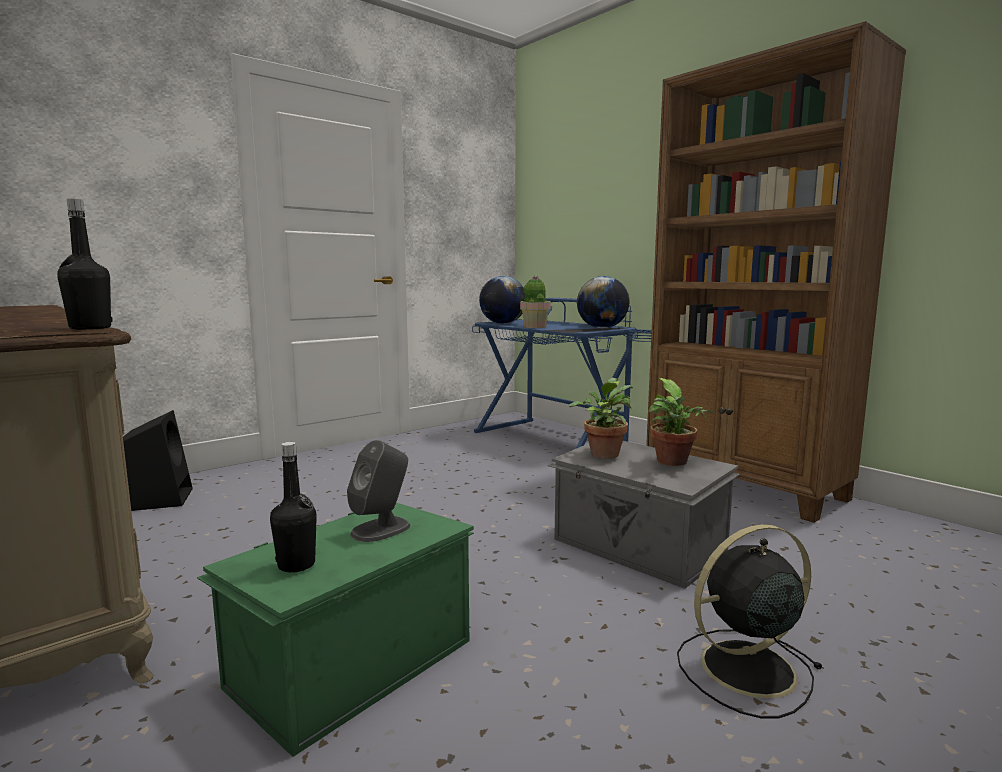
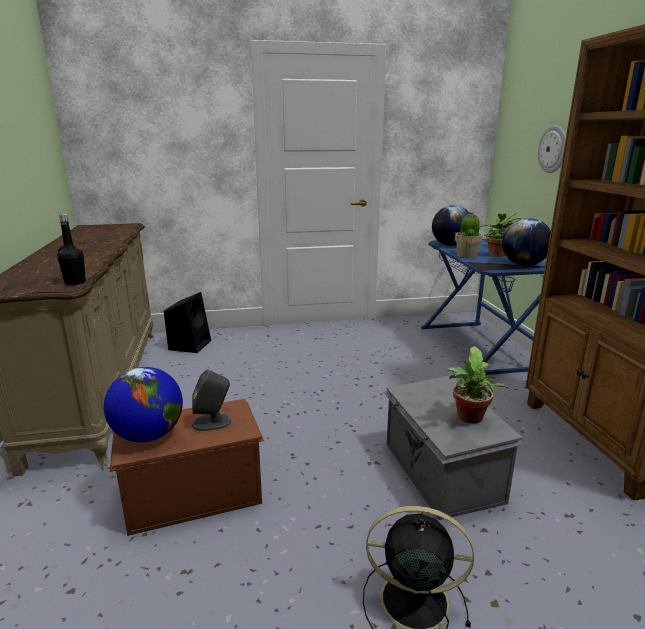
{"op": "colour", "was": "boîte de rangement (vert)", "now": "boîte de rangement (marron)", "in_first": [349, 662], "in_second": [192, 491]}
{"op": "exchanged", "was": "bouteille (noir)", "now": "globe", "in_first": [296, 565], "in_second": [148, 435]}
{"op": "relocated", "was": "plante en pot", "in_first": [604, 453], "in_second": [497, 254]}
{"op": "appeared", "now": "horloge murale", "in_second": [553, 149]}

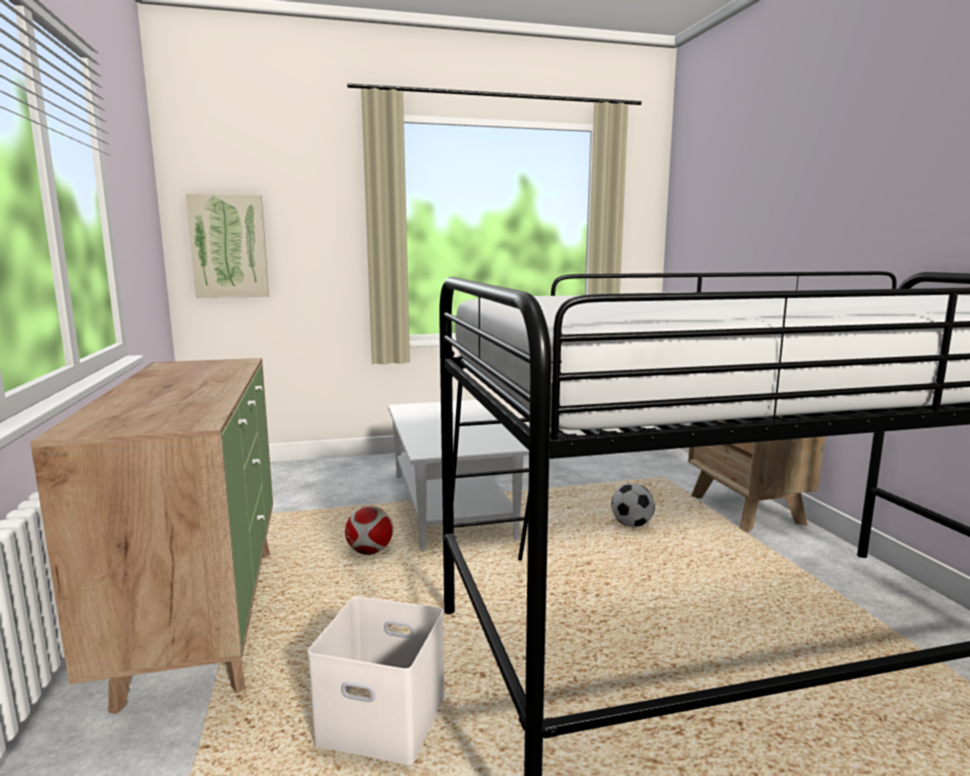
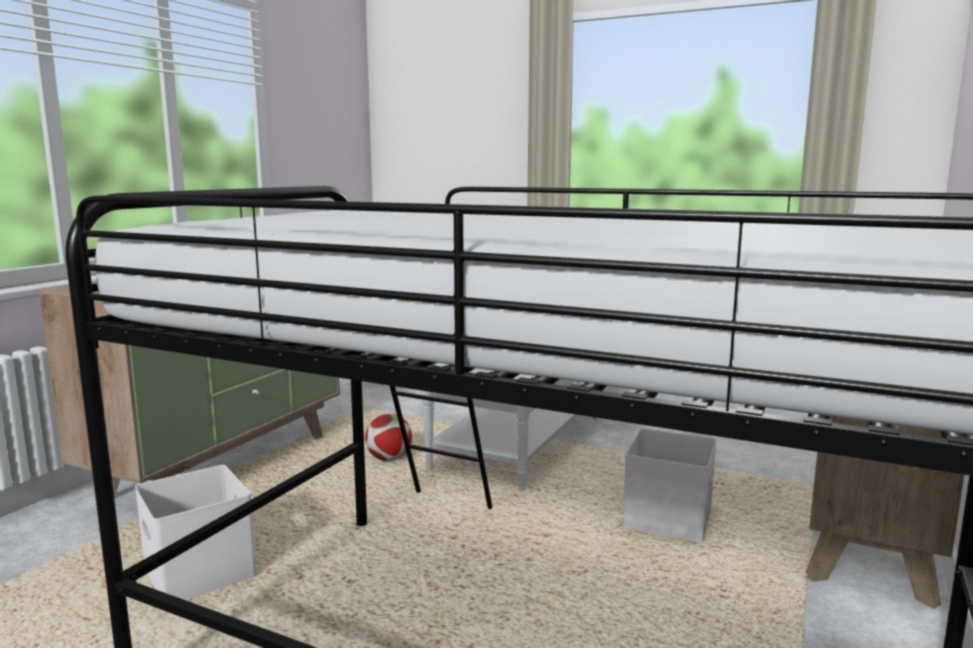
{"op": "missing", "was": "tableau", "in_first": [229, 246]}
{"op": "exchanged", "was": "ballon de foot", "now": "boîte de rangement (blanc)", "in_first": [632, 525], "in_second": [669, 520]}

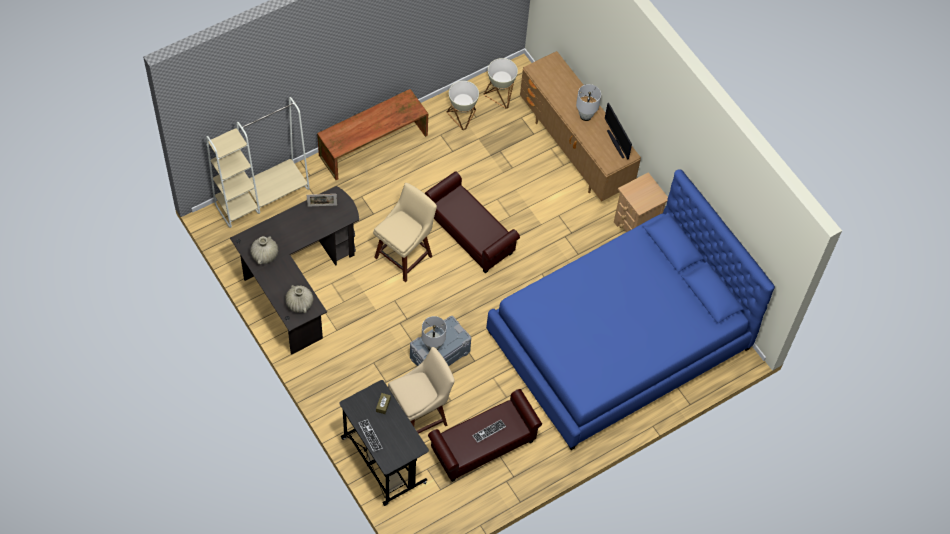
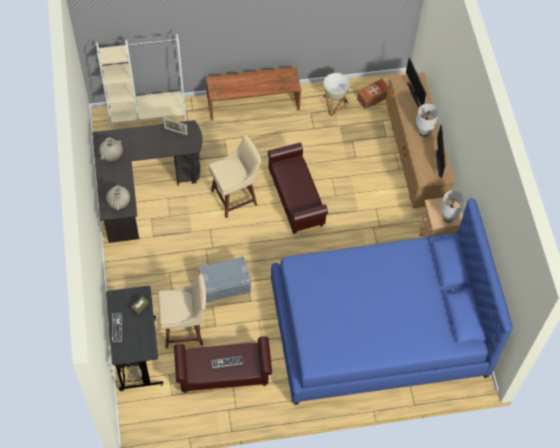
{"op": "relocated", "was": "lampe de table (blanc)", "in_first": [433, 345], "in_second": [448, 217]}
{"op": "exchanged", "was": "cache-pot", "now": "boîte de rangement (marron)", "in_first": [500, 96], "in_second": [373, 98]}
{"op": "appeared", "now": "écran d'ordinateur", "in_second": [414, 94]}

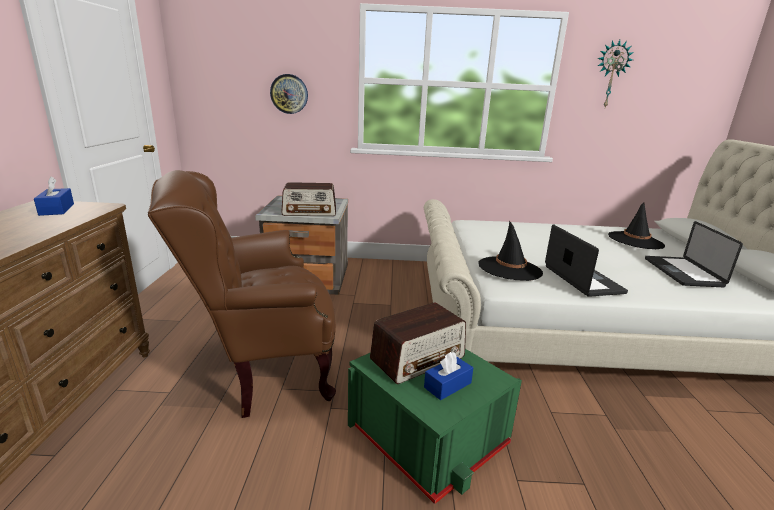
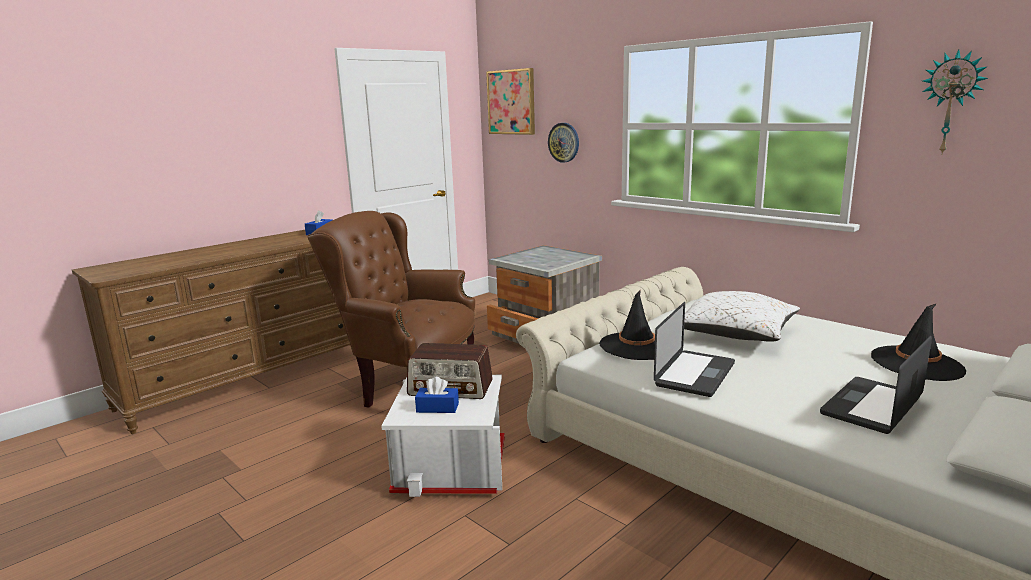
{"op": "missing", "was": "radio", "in_first": [310, 212]}
{"op": "colour", "was": "boîte de rangement (vert)", "now": "boîte de rangement (blanc)", "in_first": [428, 435], "in_second": [452, 464]}
{"op": "appeared", "now": "tableau", "in_second": [511, 102]}
{"op": "appeared", "now": "coussin (blanc)", "in_second": [738, 334]}

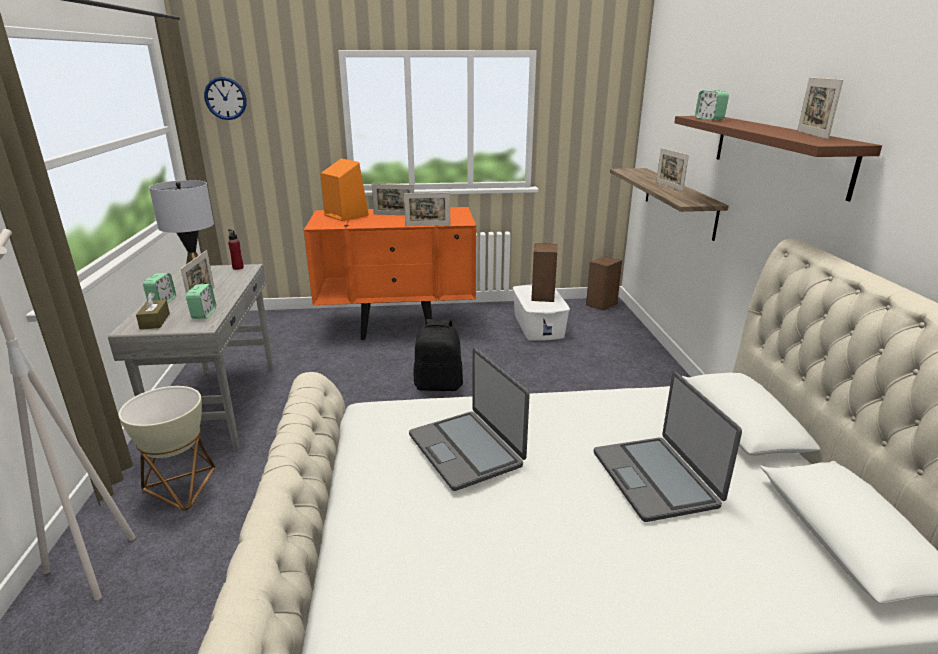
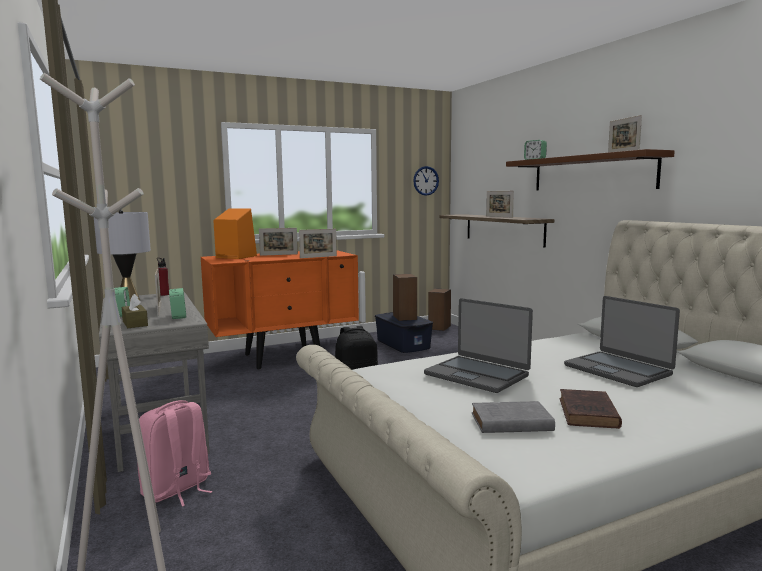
{"op": "exchanged", "was": "cache-pot", "now": "sac à dos (rose)", "in_first": [181, 490], "in_second": [176, 489]}
{"op": "relocated", "was": "horloge murale", "in_first": [225, 98], "in_second": [426, 180]}
{"op": "colour", "was": "boîte de rangement (blanc)", "now": "boîte de rangement (bleu)", "in_first": [539, 326], "in_second": [403, 344]}
{"op": "appeared", "now": "livre (gris)", "in_second": [509, 422]}
{"op": "appeared", "now": "livre (marron)", "in_second": [588, 414]}

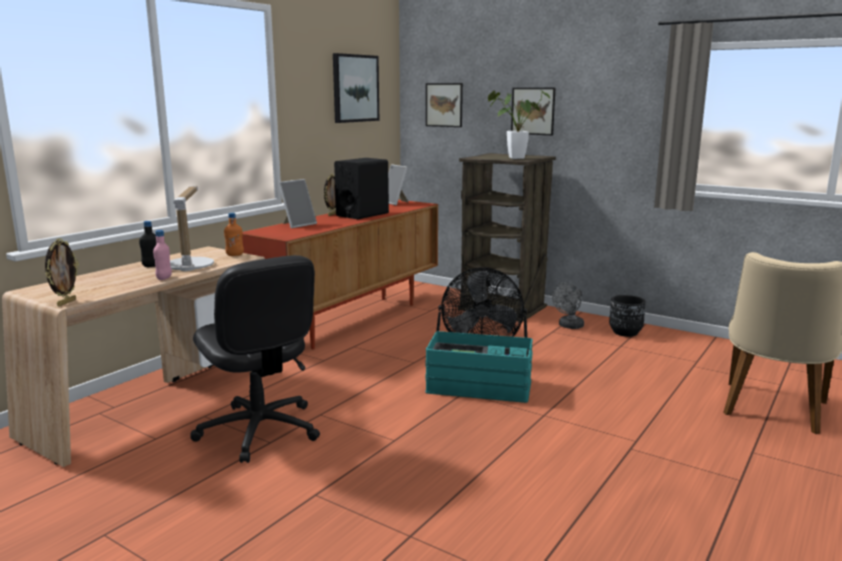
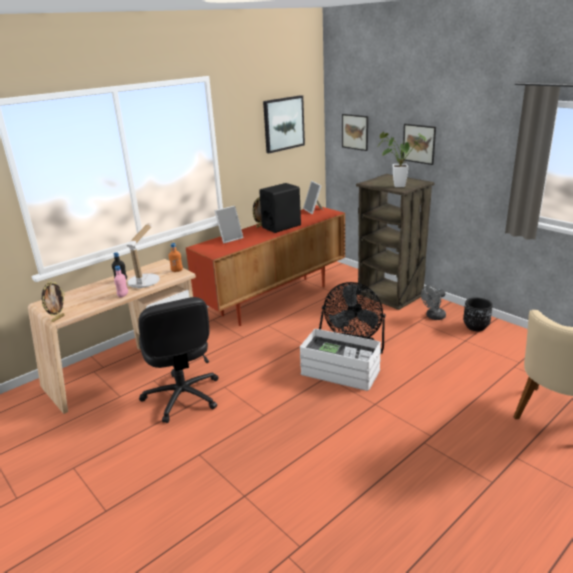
{"op": "colour", "was": "boîte de rangement (turquoise)", "now": "boîte de rangement (blanc)", "in_first": [479, 385], "in_second": [340, 371]}

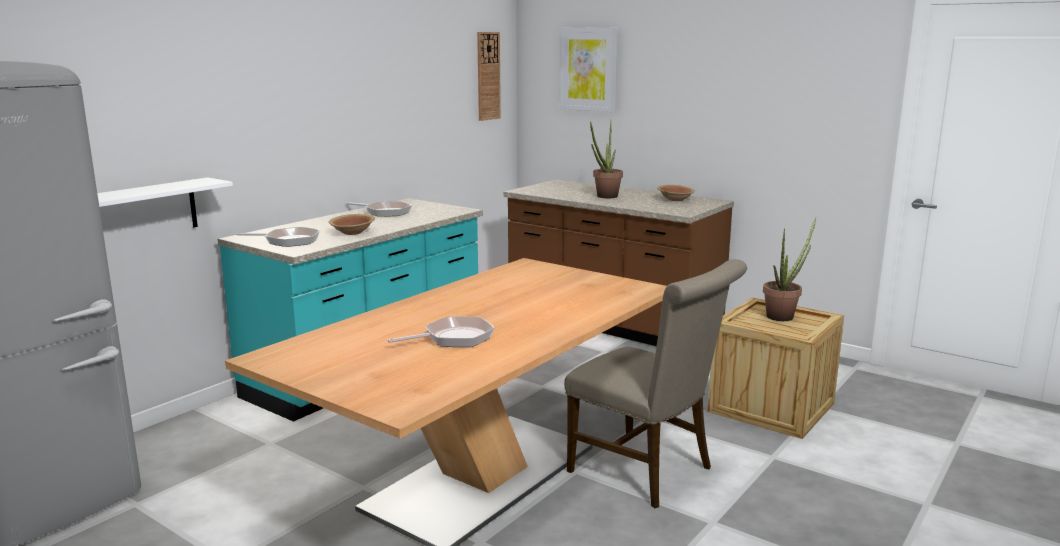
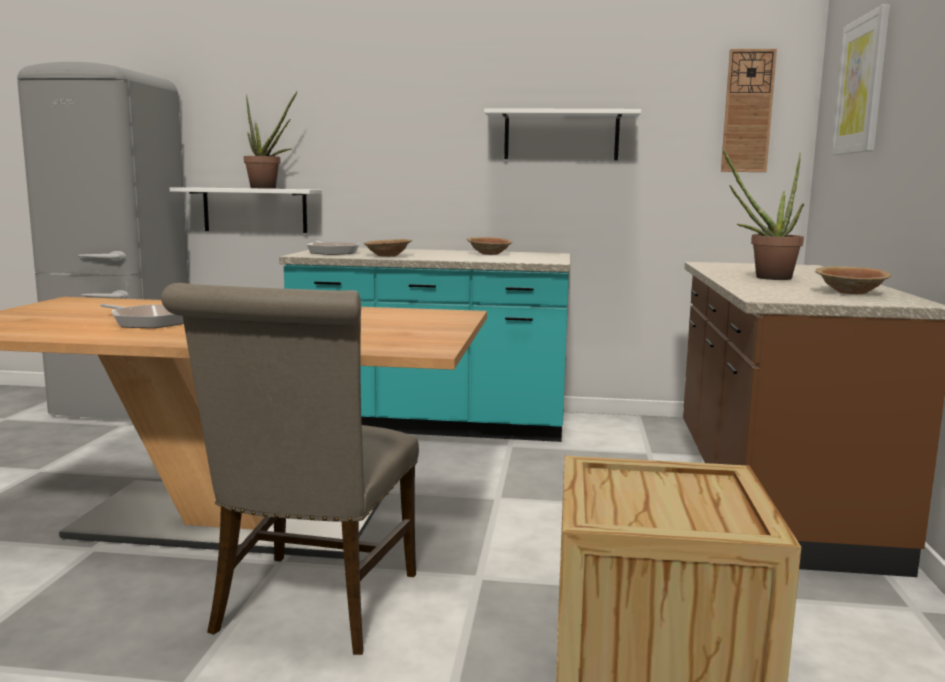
{"op": "exchanged", "was": "poêle", "now": "bol (marron)", "in_first": [385, 212], "in_second": [489, 254]}
{"op": "relocated", "was": "plante en pot", "in_first": [783, 316], "in_second": [268, 188]}
{"op": "appeared", "now": "étagère (blanc)", "in_second": [561, 136]}

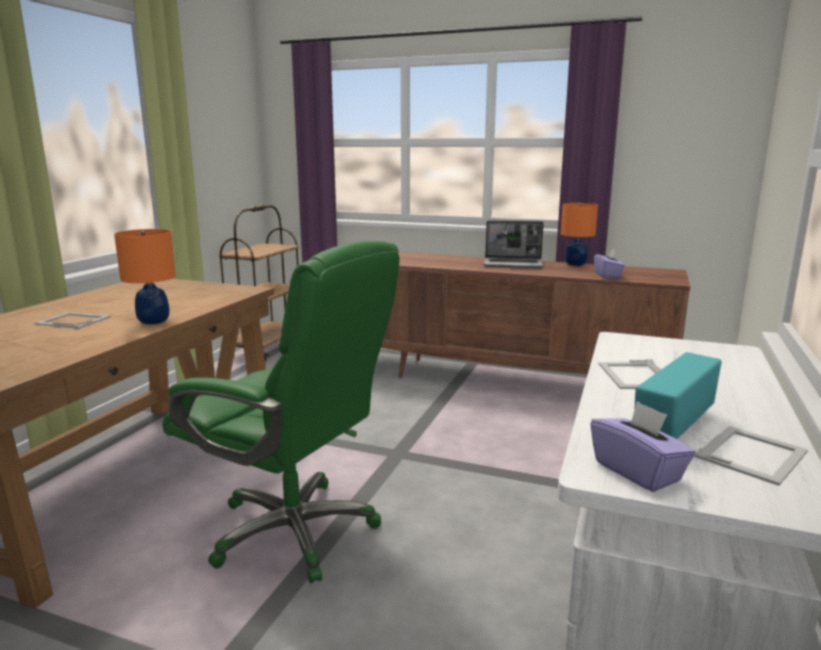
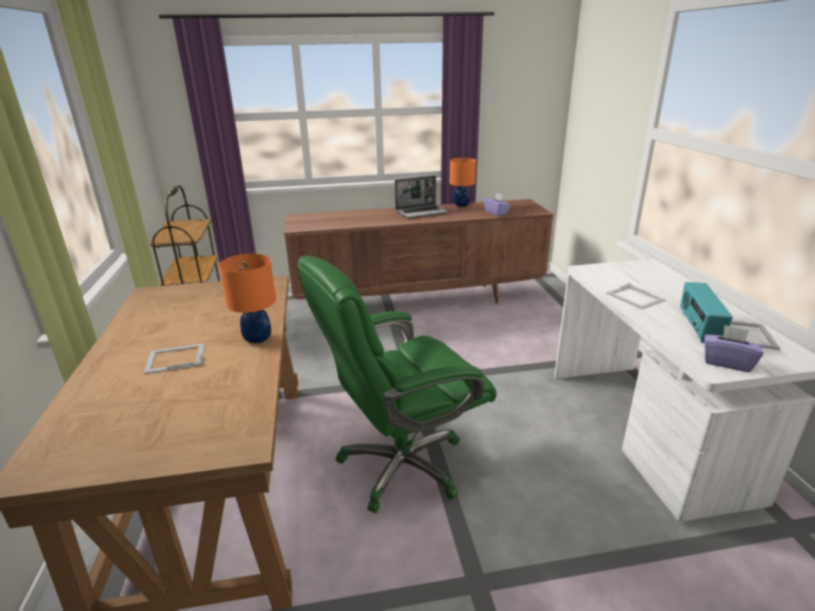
{"op": "spun", "was": "chaise de bureau (vert)", "in_first": [290, 529], "in_second": [405, 463], "clockwise": 150}

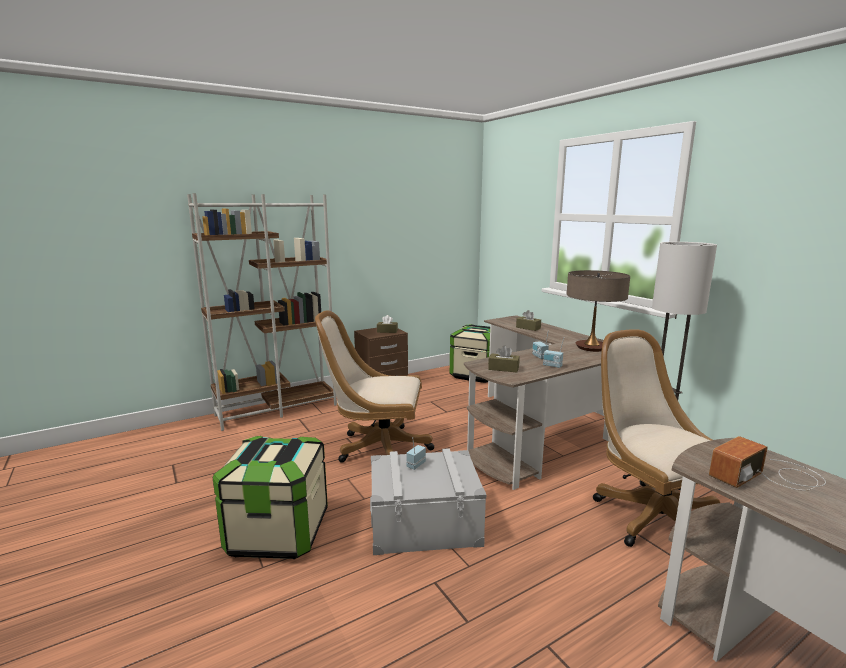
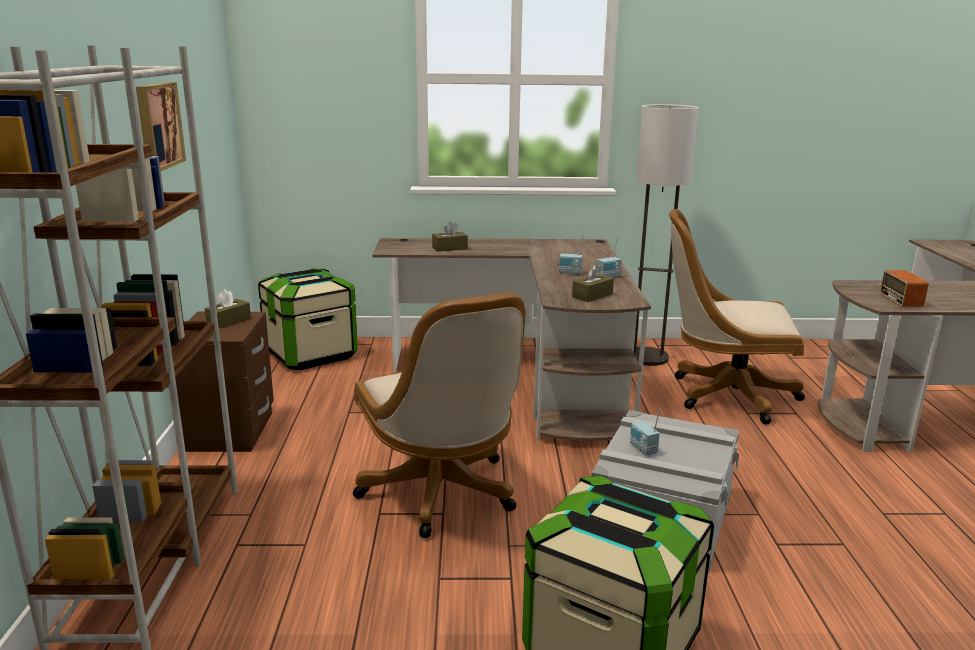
{"op": "spun", "was": "chaise de bureau", "in_first": [377, 448], "in_second": [443, 496], "clockwise": -60}
{"op": "missing", "was": "lampe de table", "in_first": [591, 347]}
{"op": "appeared", "now": "tableau", "in_second": [157, 126]}

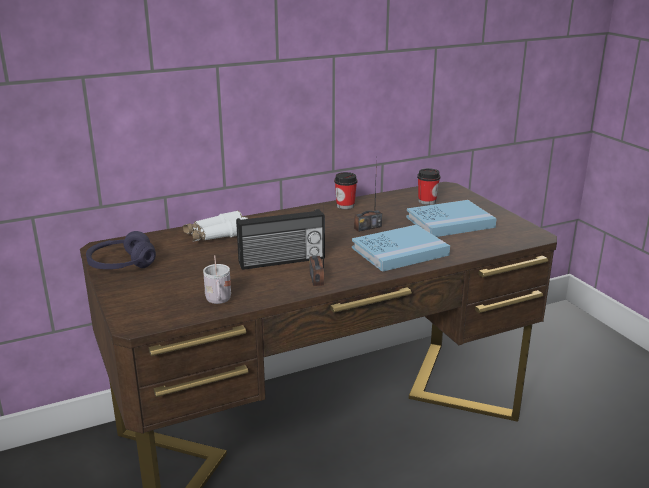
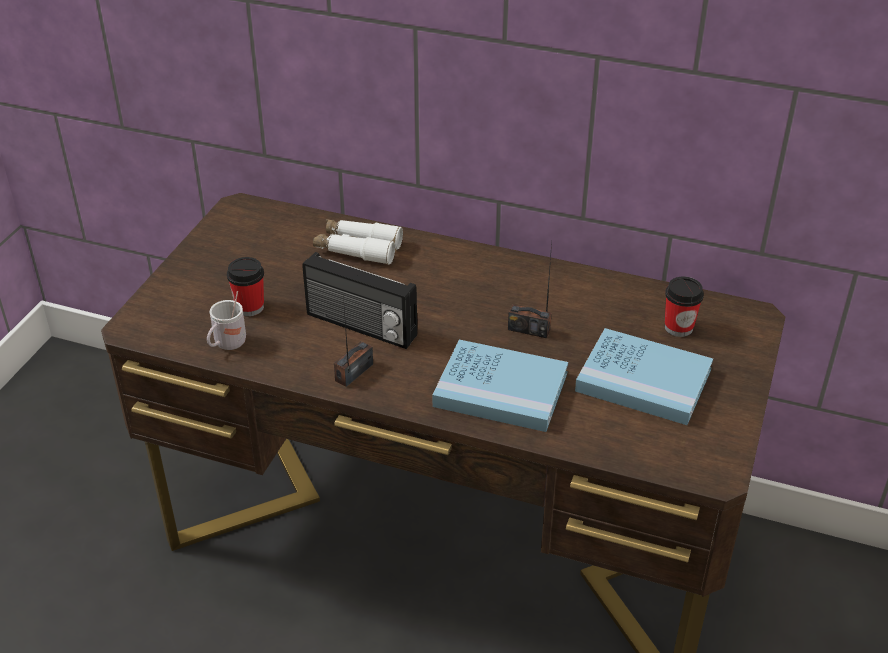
{"op": "missing", "was": "casque audio (violet)", "in_first": [122, 264]}
{"op": "relocated", "was": "tasse", "in_first": [345, 206], "in_second": [250, 307]}

